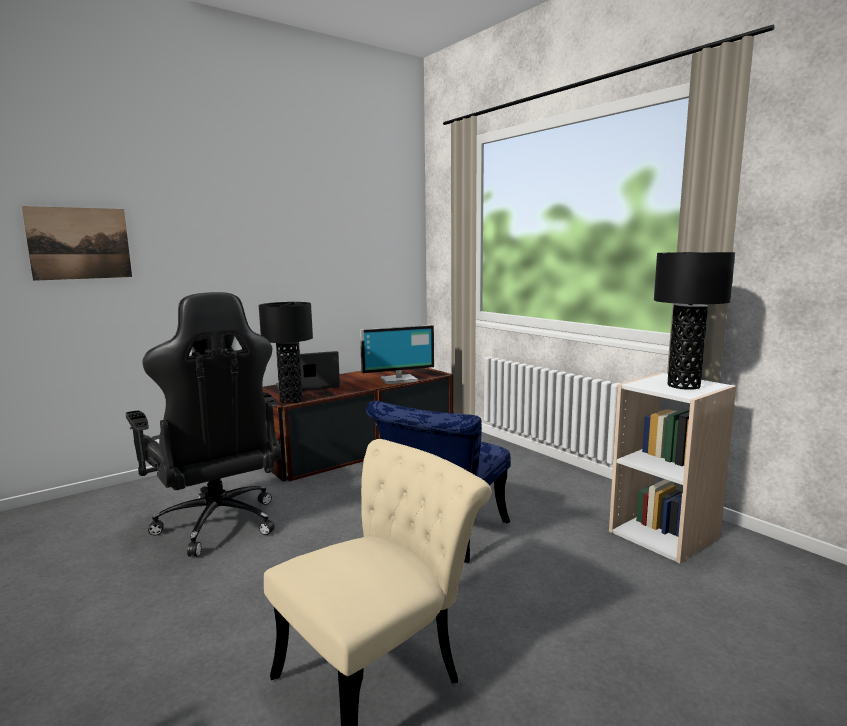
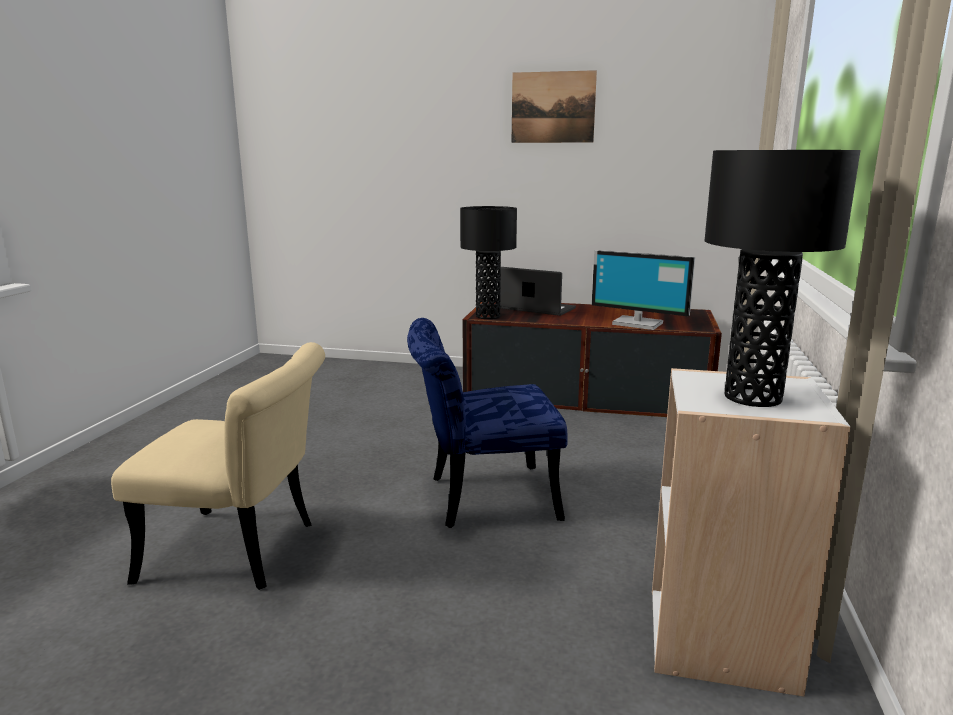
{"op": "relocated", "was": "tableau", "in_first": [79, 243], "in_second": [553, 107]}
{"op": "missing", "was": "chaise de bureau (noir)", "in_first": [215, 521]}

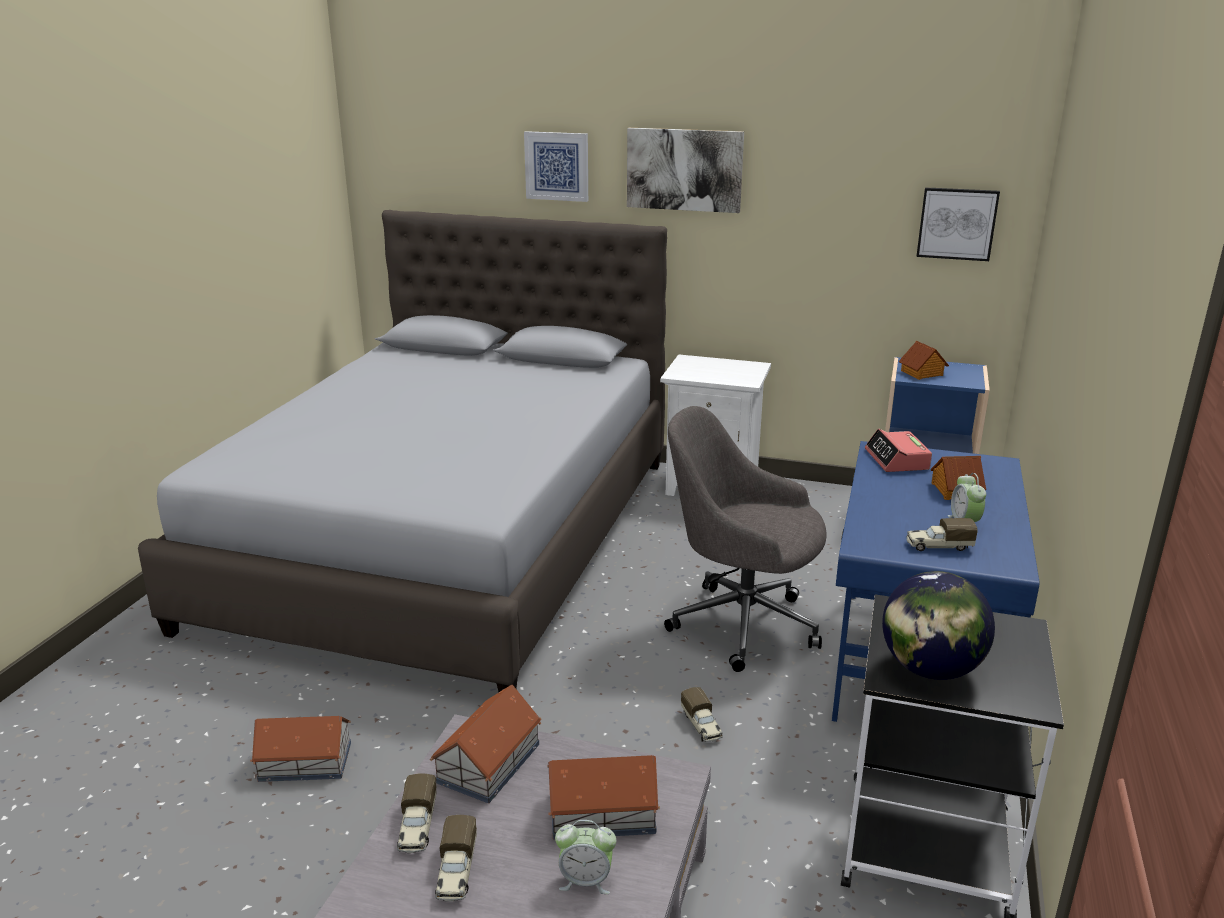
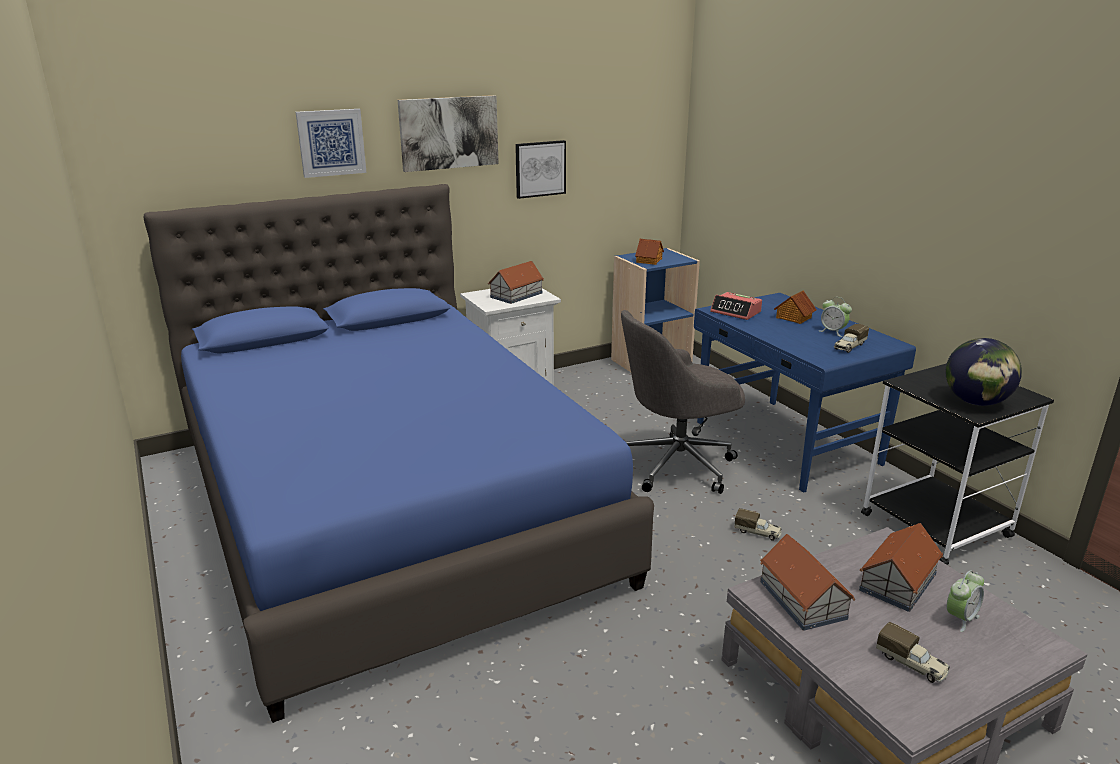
{"op": "colour", "was": "lit (gris)", "now": "lit (bleu)", "in_first": [450, 537], "in_second": [390, 508]}
{"op": "relocated", "was": "maison miniature", "in_first": [306, 762], "in_second": [517, 295]}
{"op": "missing", "was": "camion jouet", "in_first": [417, 827]}
{"op": "relocated", "was": "tableau", "in_first": [957, 223], "in_second": [540, 169]}

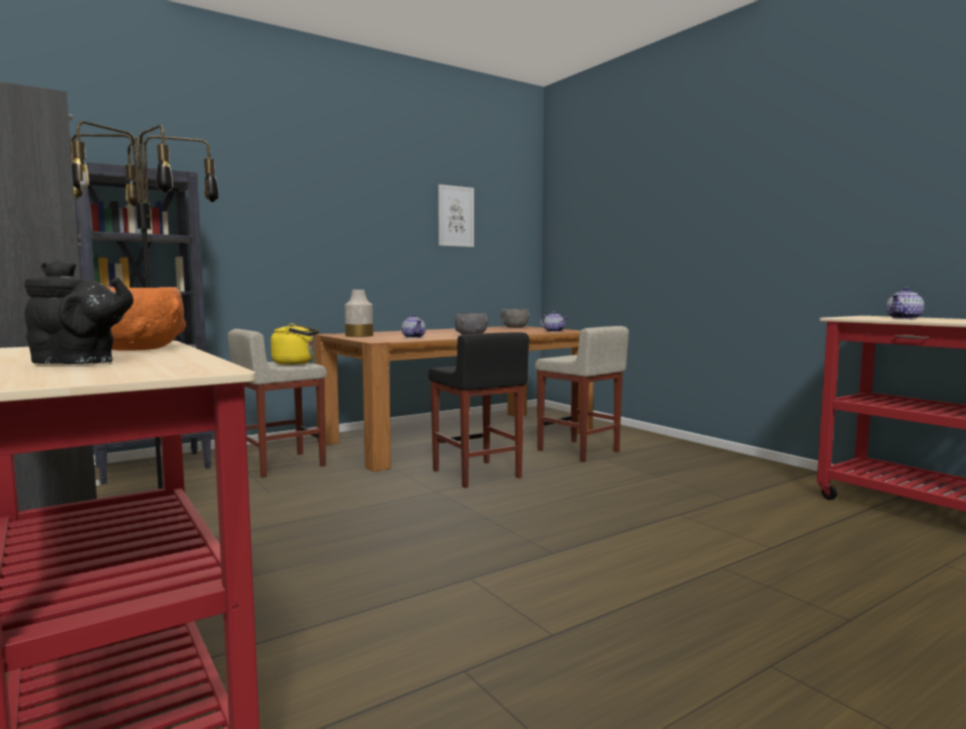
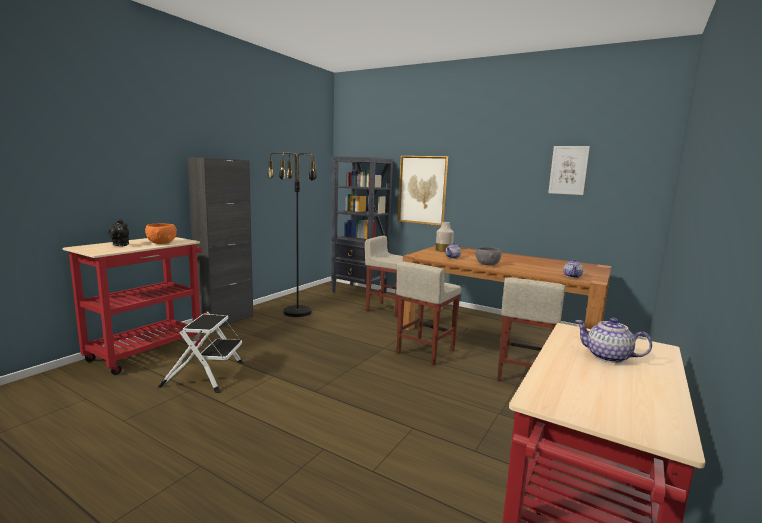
{"op": "missing", "was": "bouilloire (jaune)", "in_first": [296, 363]}
{"op": "colour", "was": "tabouret (noir)", "now": "tabouret (beige)", "in_first": [477, 474], "in_second": [425, 352]}
{"op": "missing", "was": "bol (gris)", "in_first": [514, 327]}
{"op": "appeared", "now": "escabeau", "in_second": [204, 375]}
{"op": "appeared", "now": "tableau", "in_second": [422, 190]}

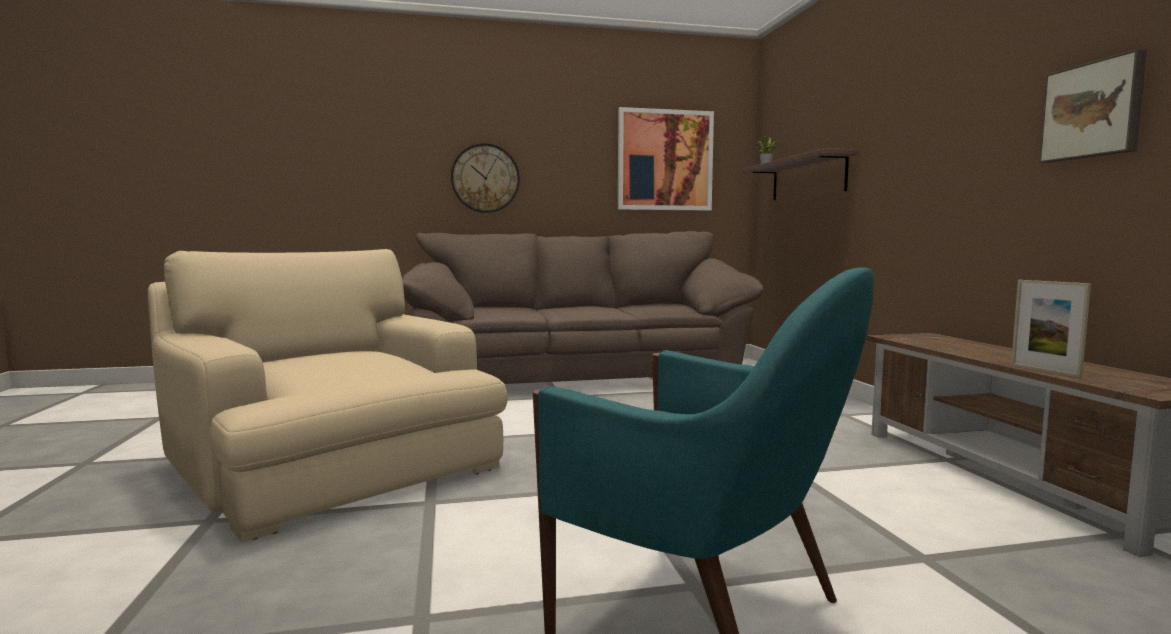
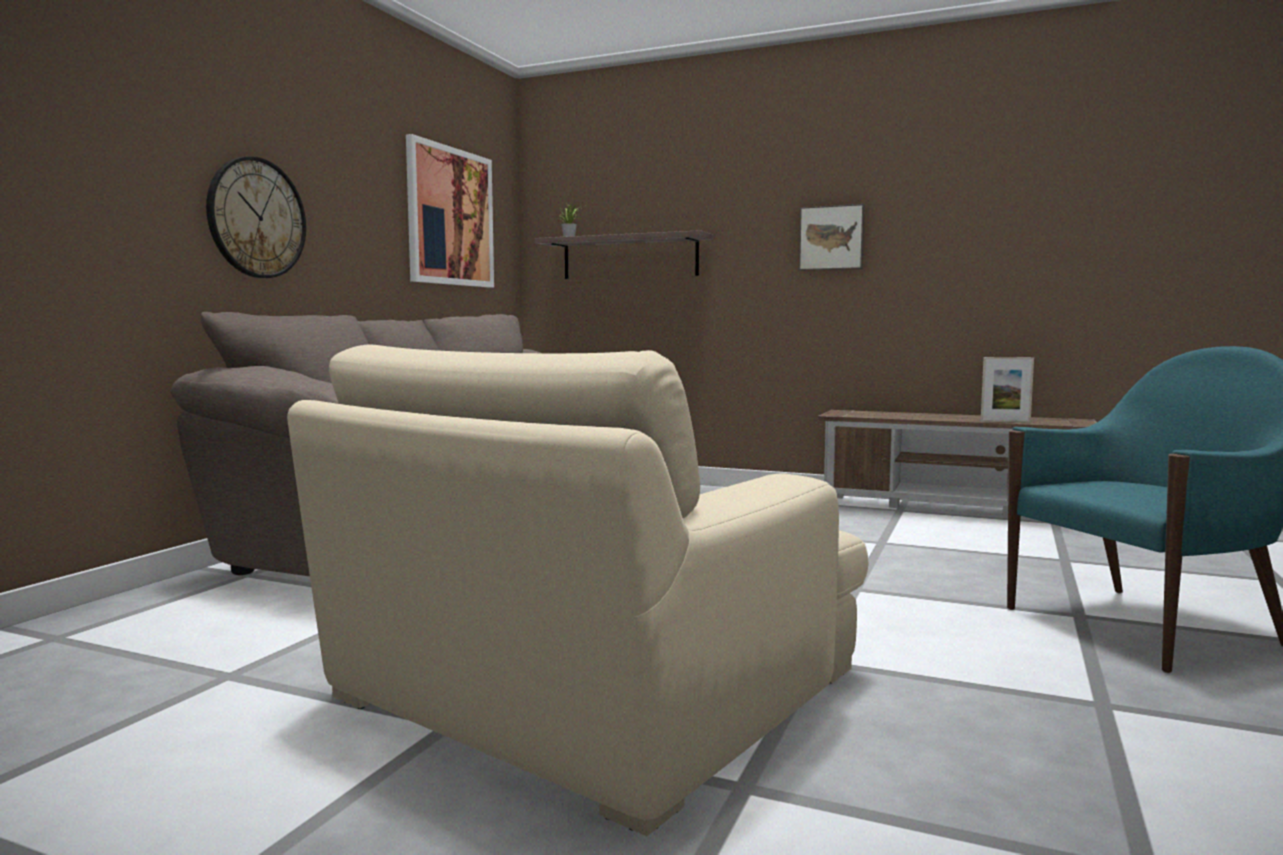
{"op": "spun", "was": "fauteuil (beige)", "in_first": [332, 464], "in_second": [595, 689], "clockwise": -45}
{"op": "relocated", "was": "tableau", "in_first": [1093, 110], "in_second": [832, 238]}

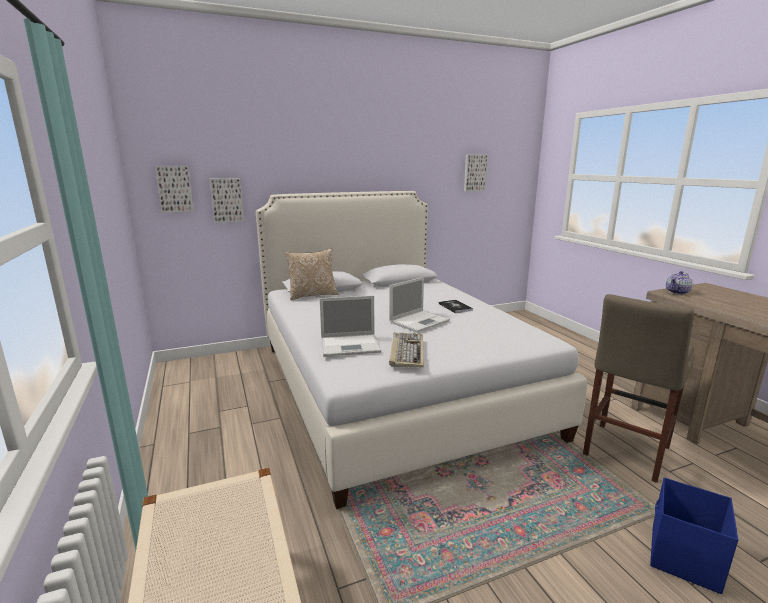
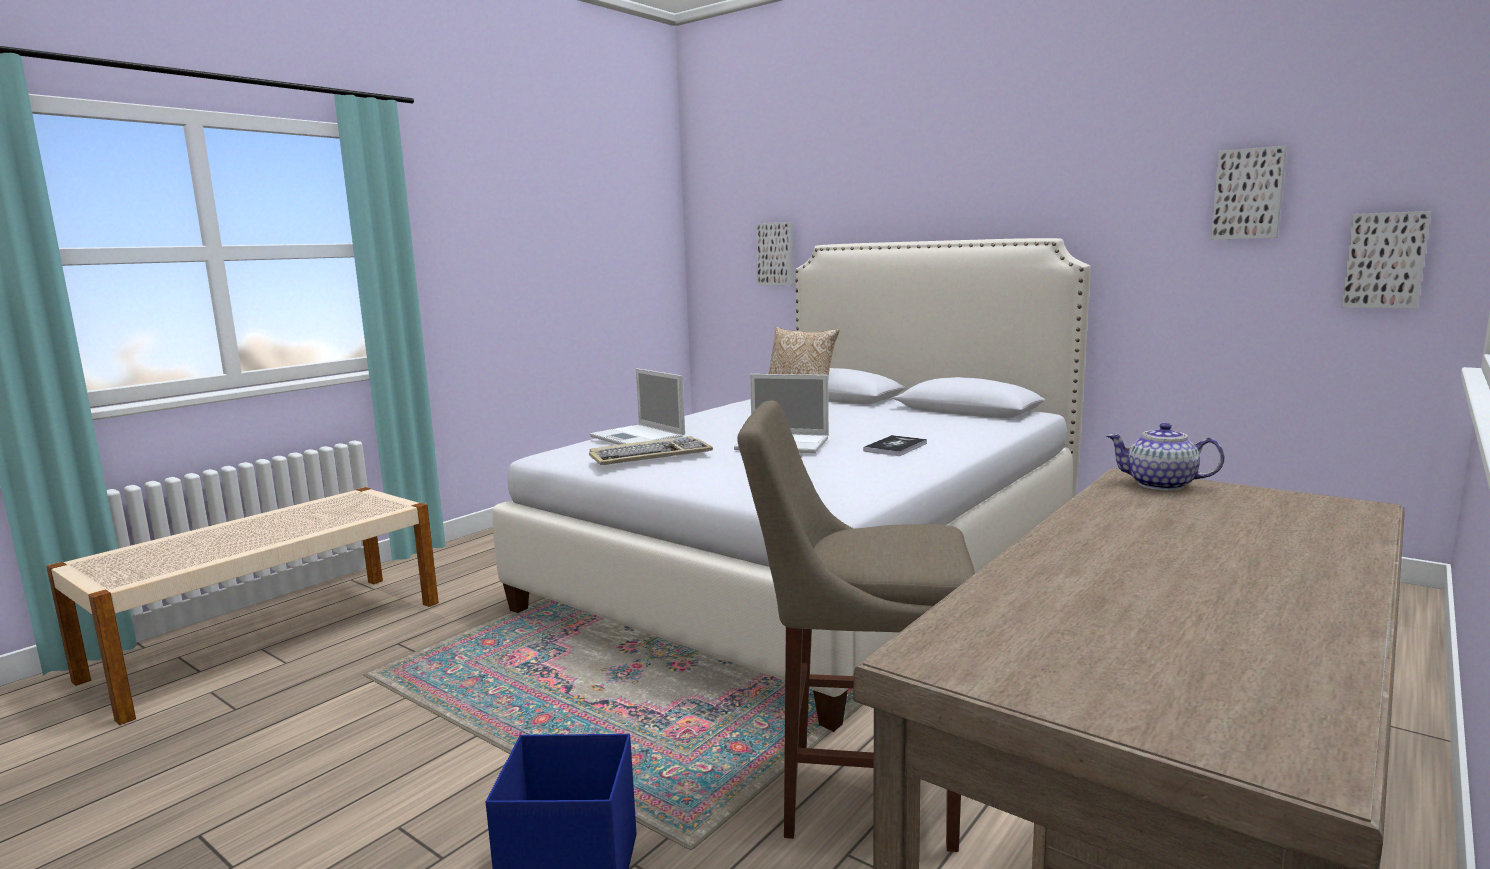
{"op": "relocated", "was": "tableau", "in_first": [175, 189], "in_second": [1385, 260]}

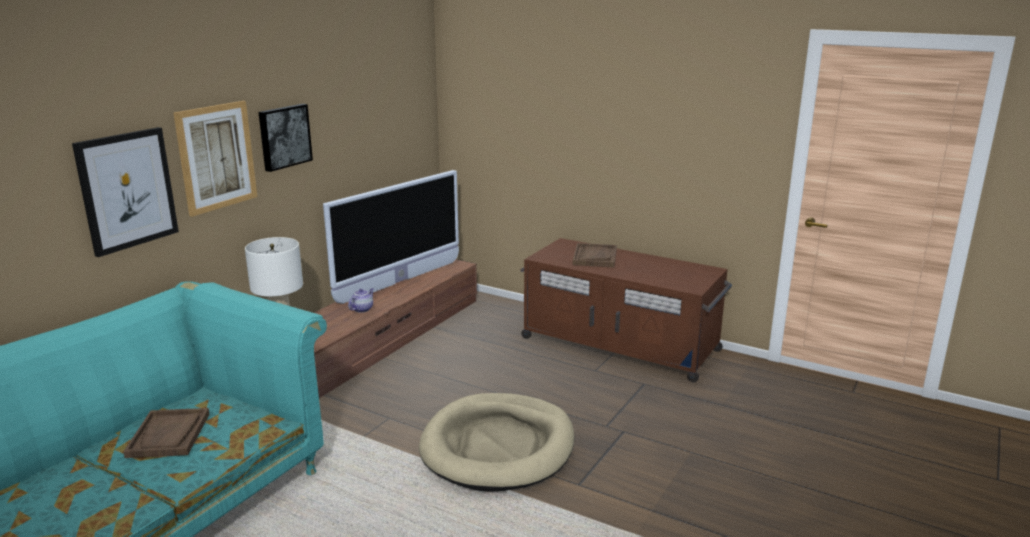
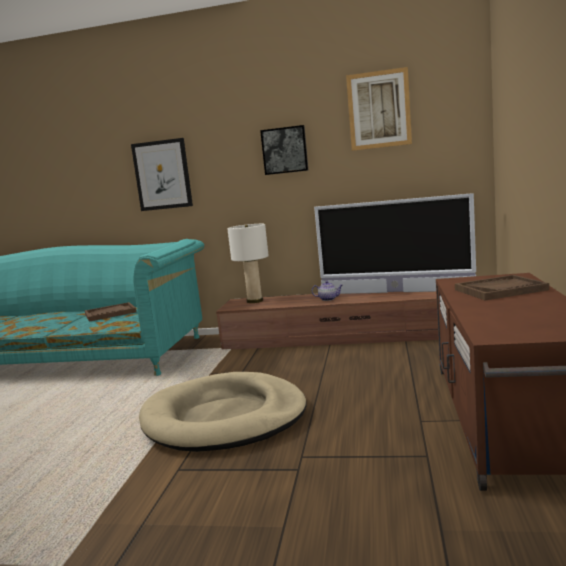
{"op": "relocated", "was": "tableau", "in_first": [216, 157], "in_second": [379, 110]}

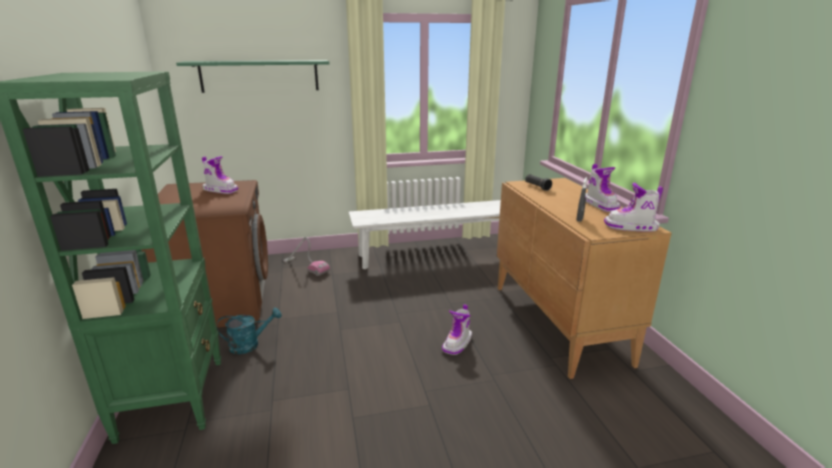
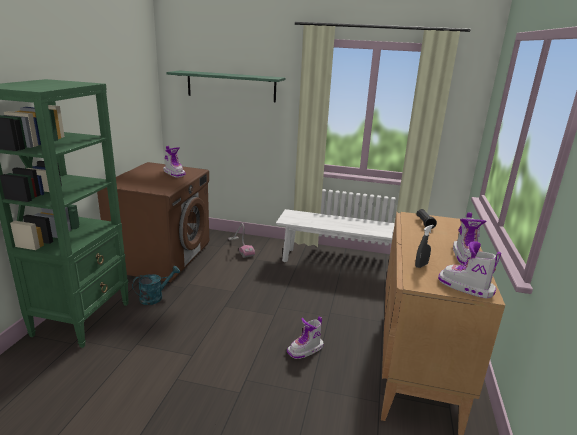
{"op": "spun", "was": "arrosoir (turquoise)", "in_first": [250, 344], "in_second": [155, 297], "clockwise": -45}

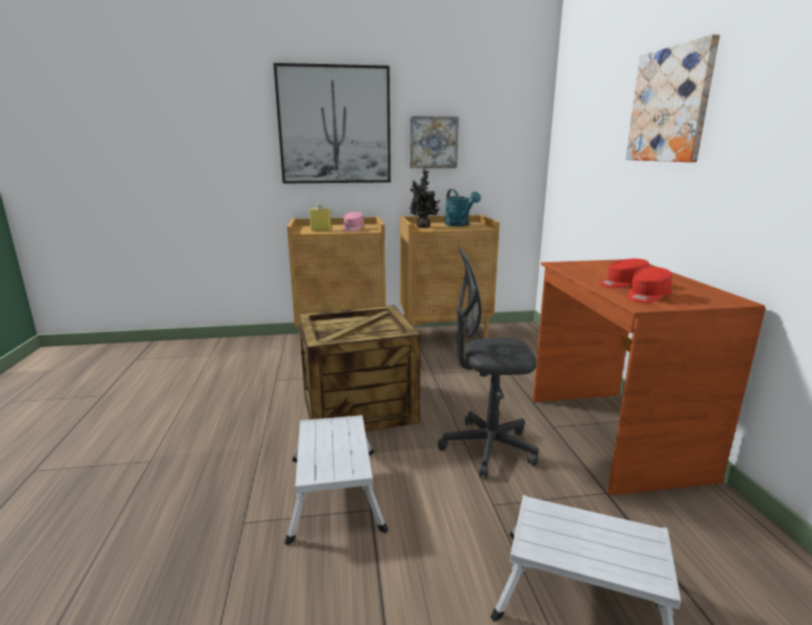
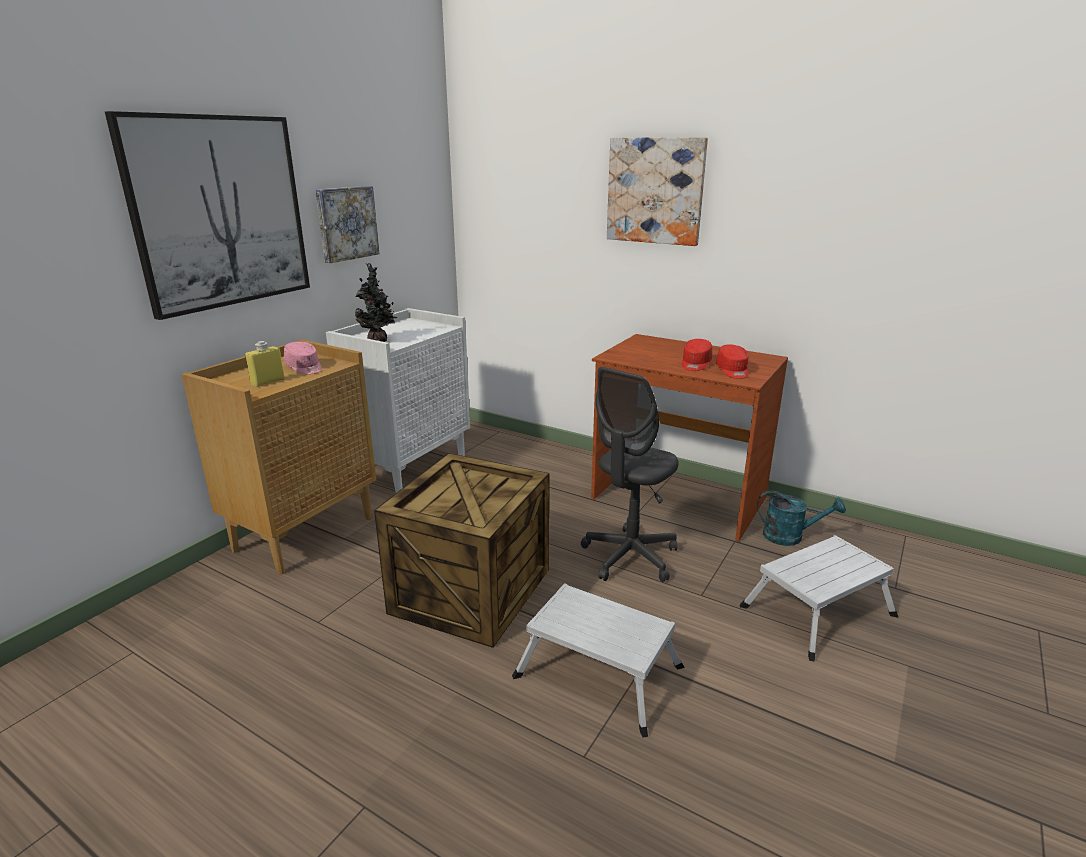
{"op": "colour", "was": "meuble de rangement (marron)", "now": "meuble de rangement (blanc)", "in_first": [445, 336], "in_second": [412, 472]}
{"op": "relocated", "was": "arrosoir (turquoise)", "in_first": [460, 225], "in_second": [790, 537]}

